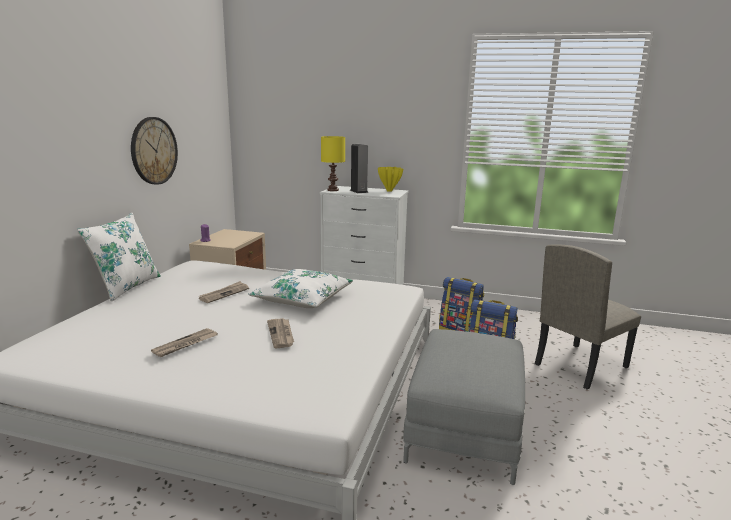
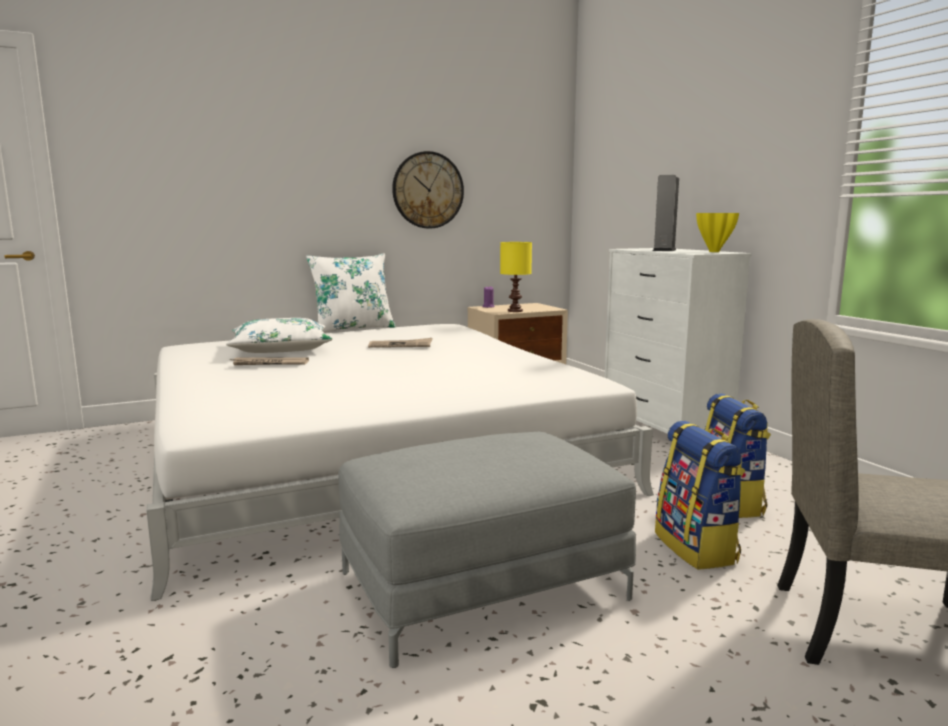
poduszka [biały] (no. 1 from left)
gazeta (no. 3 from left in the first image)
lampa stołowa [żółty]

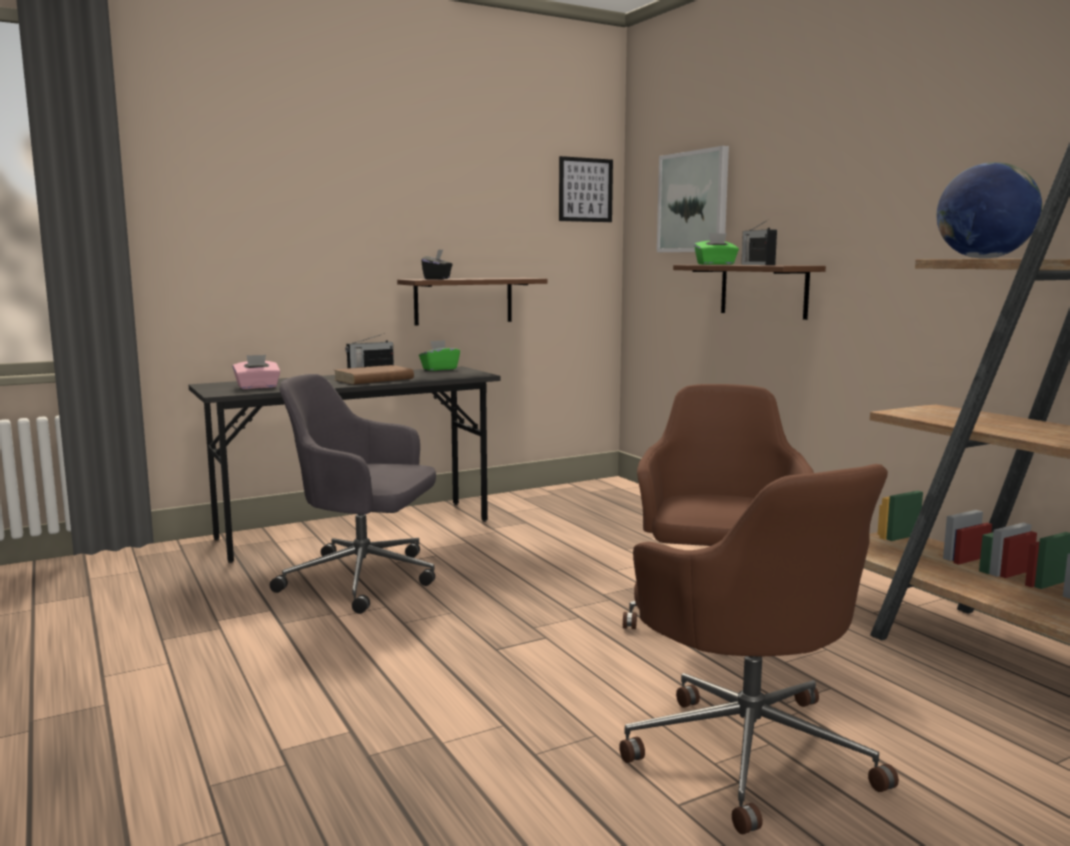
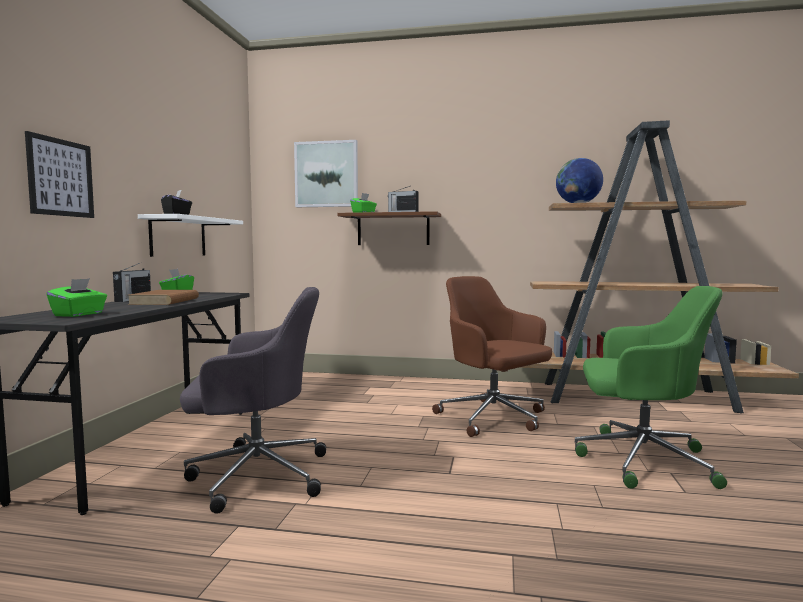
pudełko chusteczek [zielony] (no. 1 from left)
krzesło biurowe [szary]
półka [biały]
obraz (no. 1 from left)
krzesło biurowe [zielony]

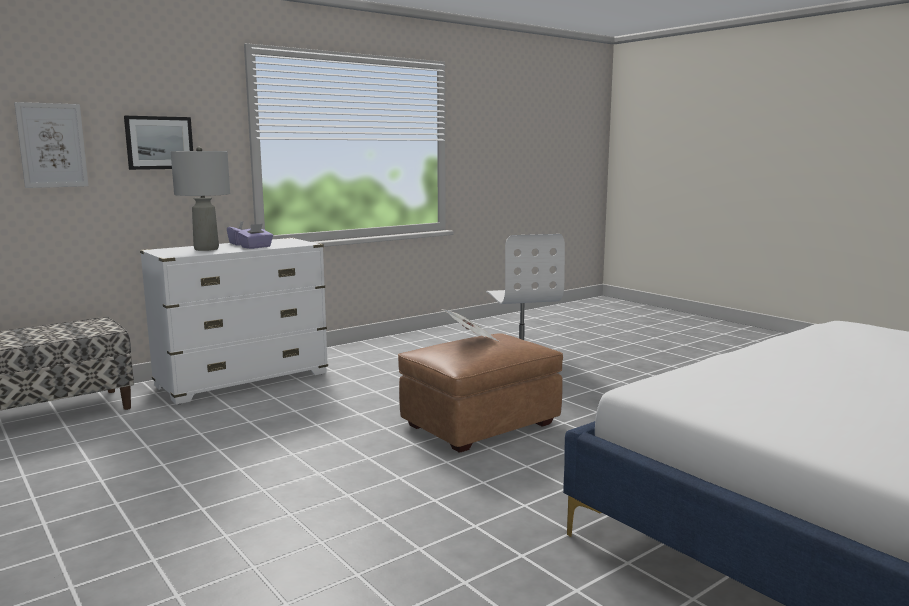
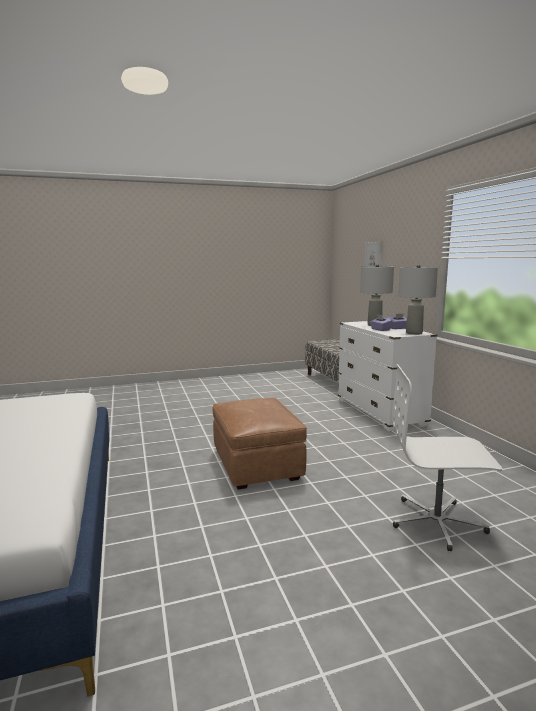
obraz (no. 2 from left in the first image)
gazeta
lampa stołowa [szary] (no. 2 from left)

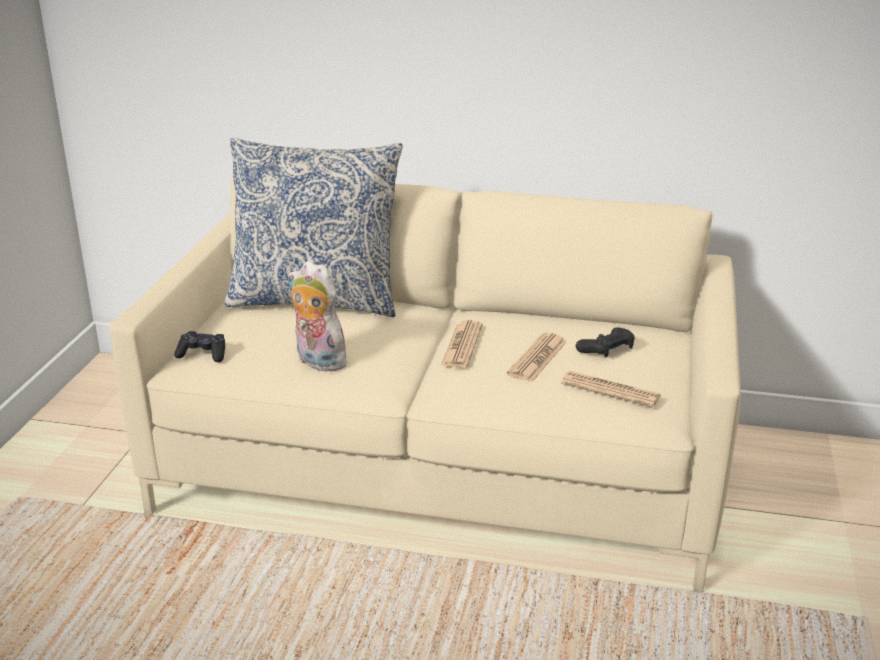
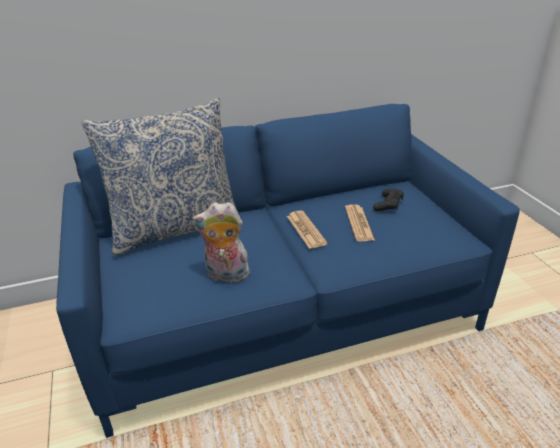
kanapa [niebieski]
pad do gier [czarny] (no. 1 from left in the first image)
gazeta (no. 3 from left in the first image)

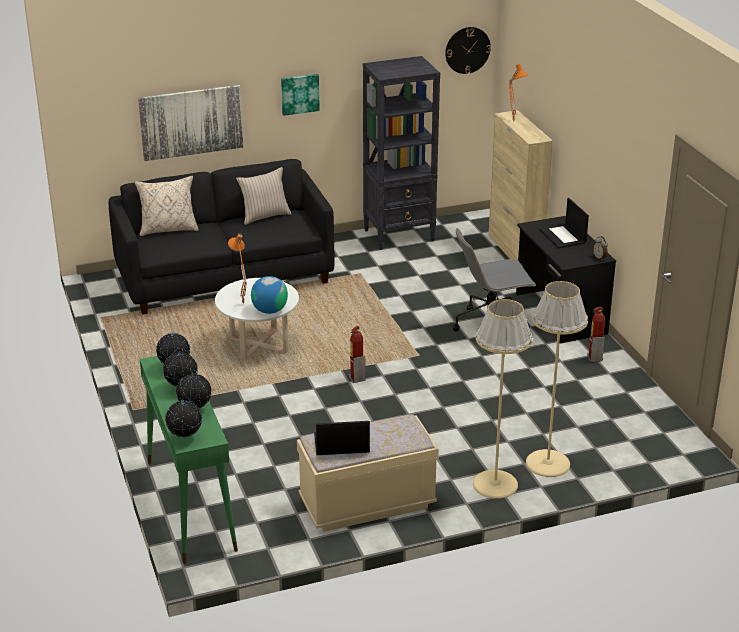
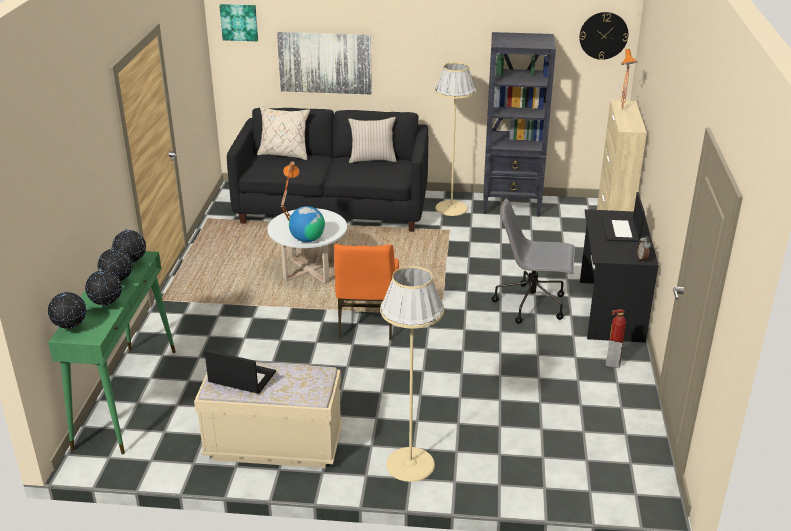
obraz (no. 1 from left)
krzesło [pomarańczowy]
lampa stojąca [beżowy] (no. 2 from left)

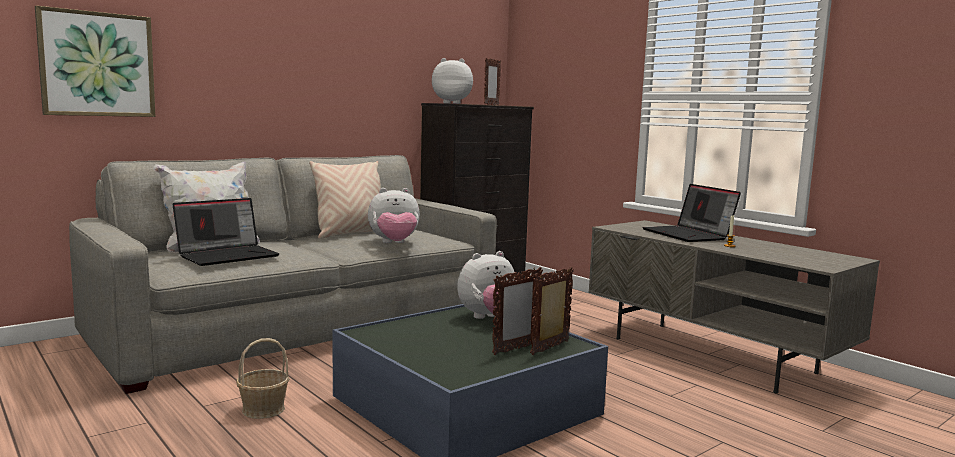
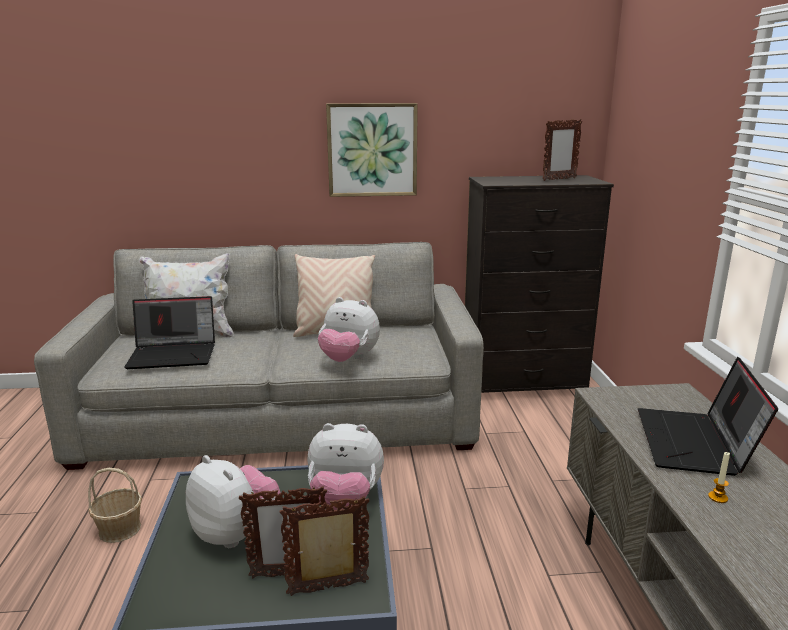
obraz
pluszak (no. 1 from left)

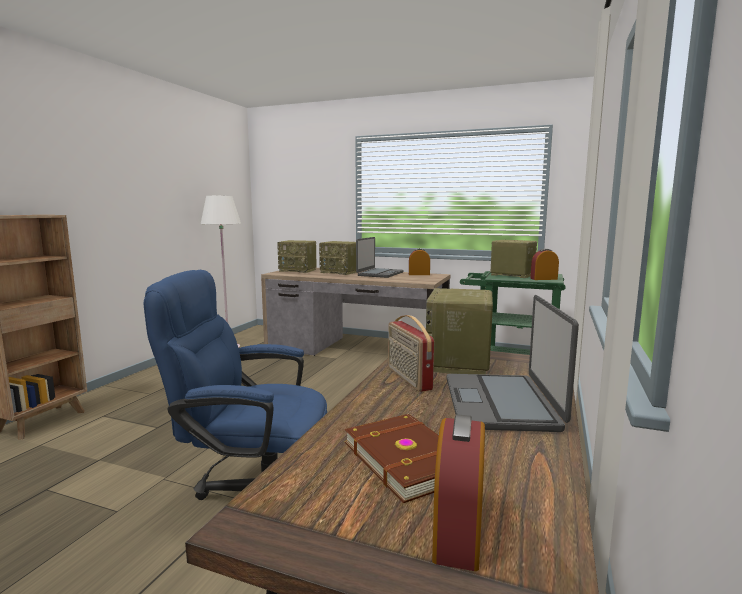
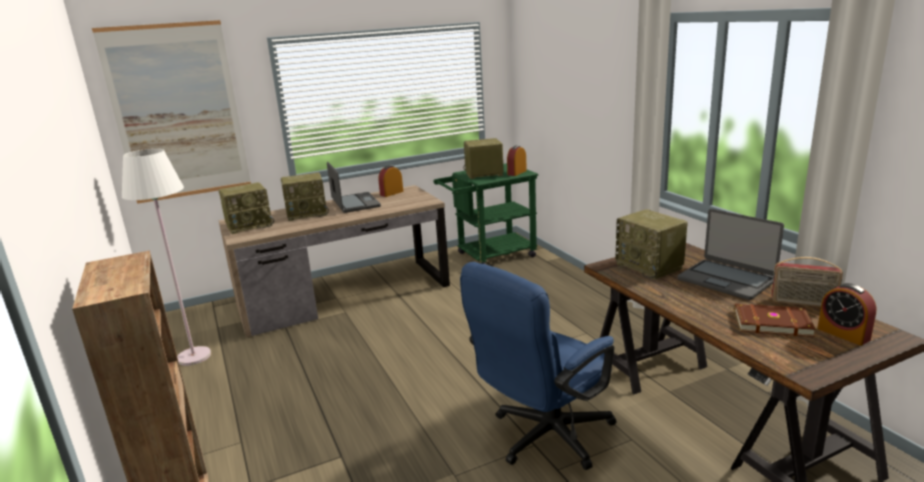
radio (no. 5 from left)
obraz

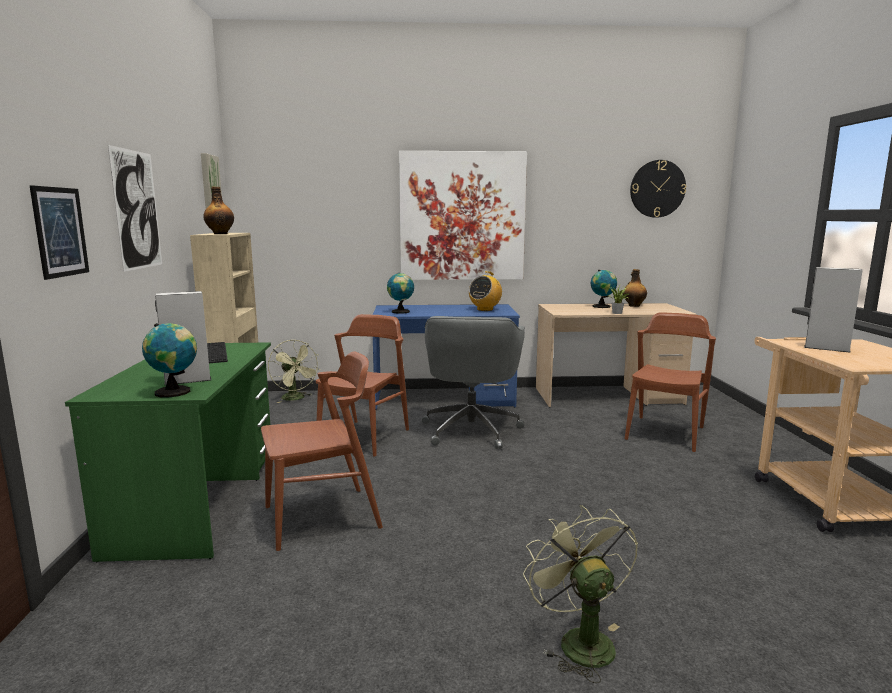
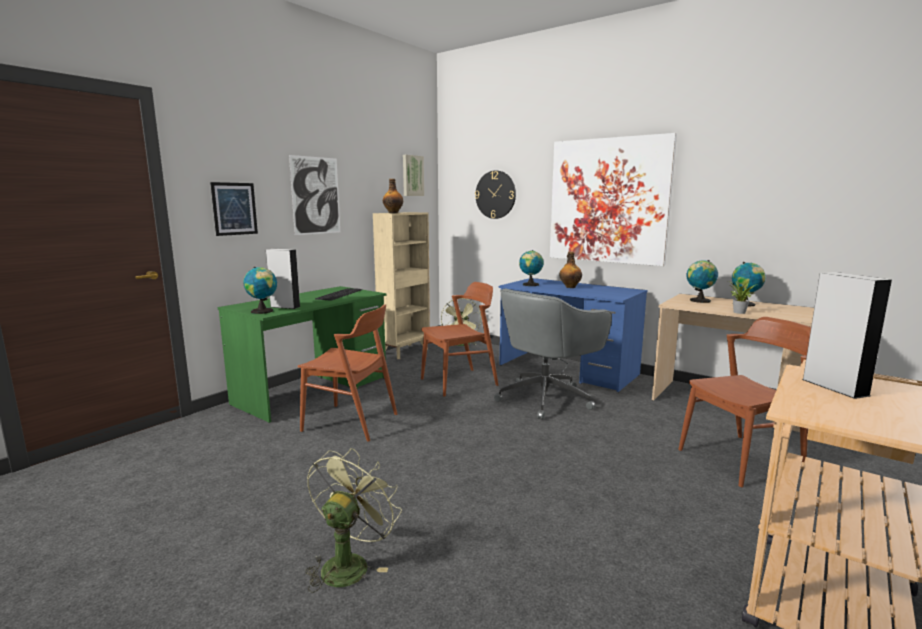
radio
butelka (no. 2 from left)
zegar ścienny
globus (no. 3 from left)

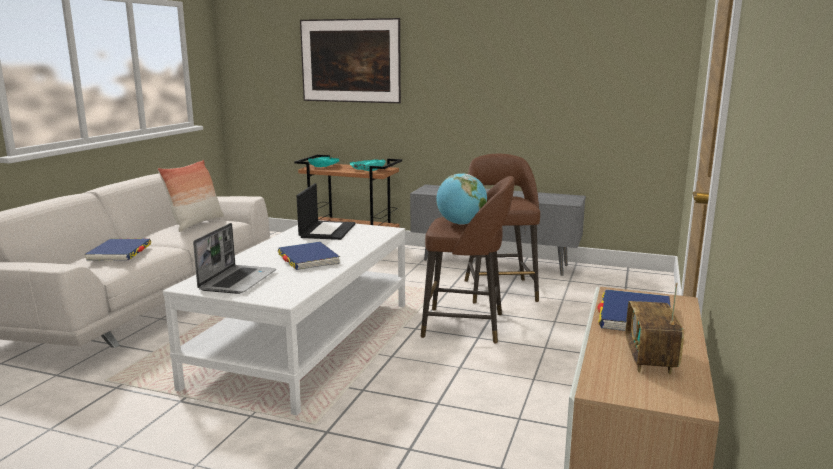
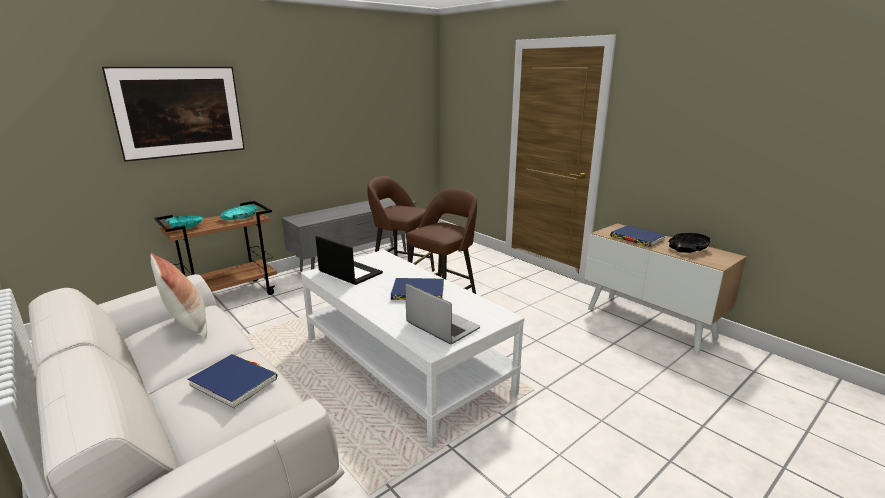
globus
miska [czarny]

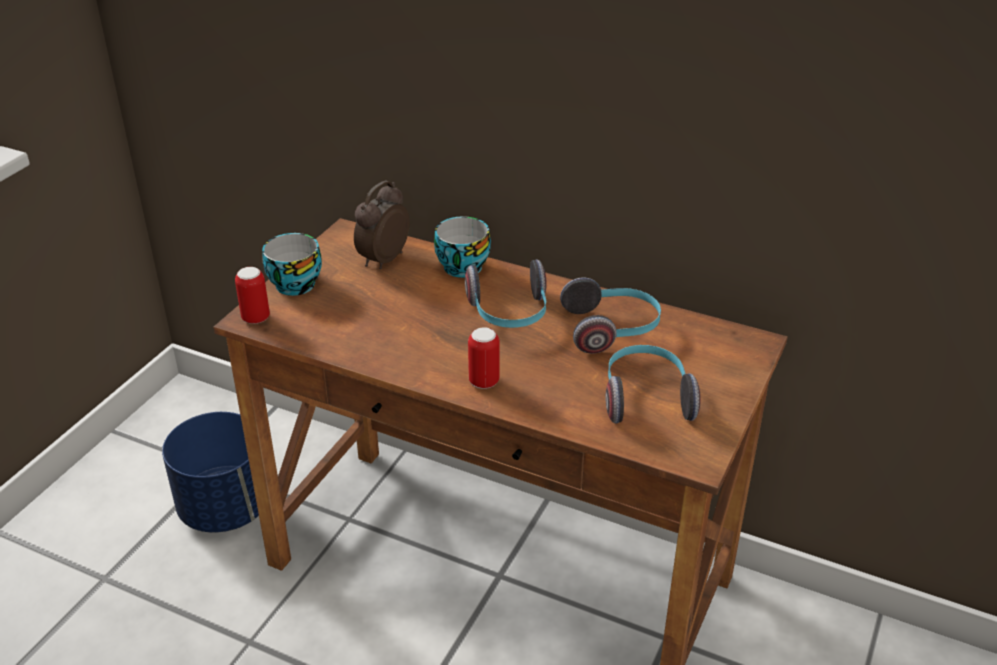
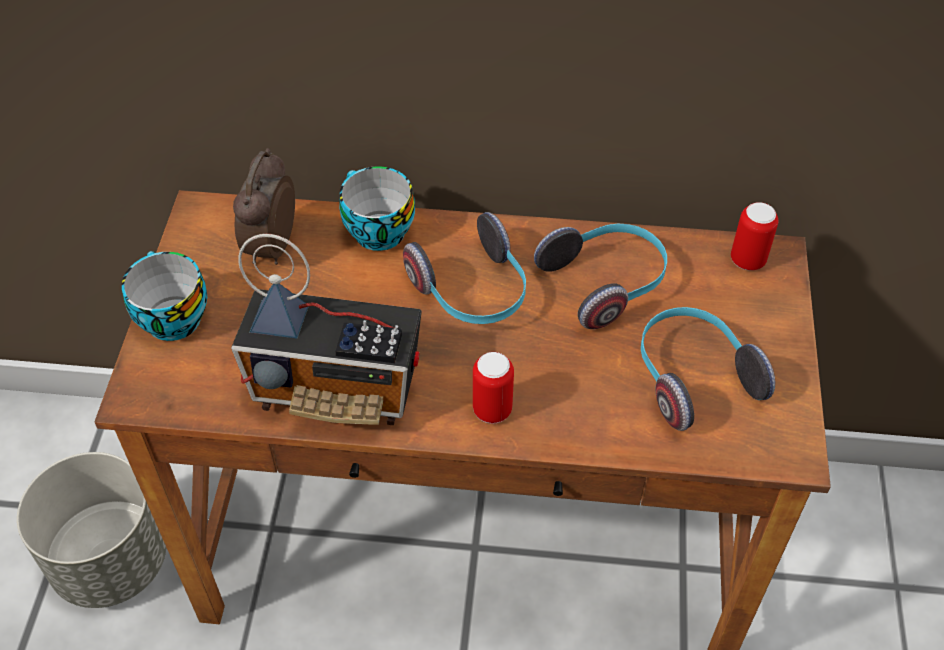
donica [szary]
puszka (no. 2 from left)
radio

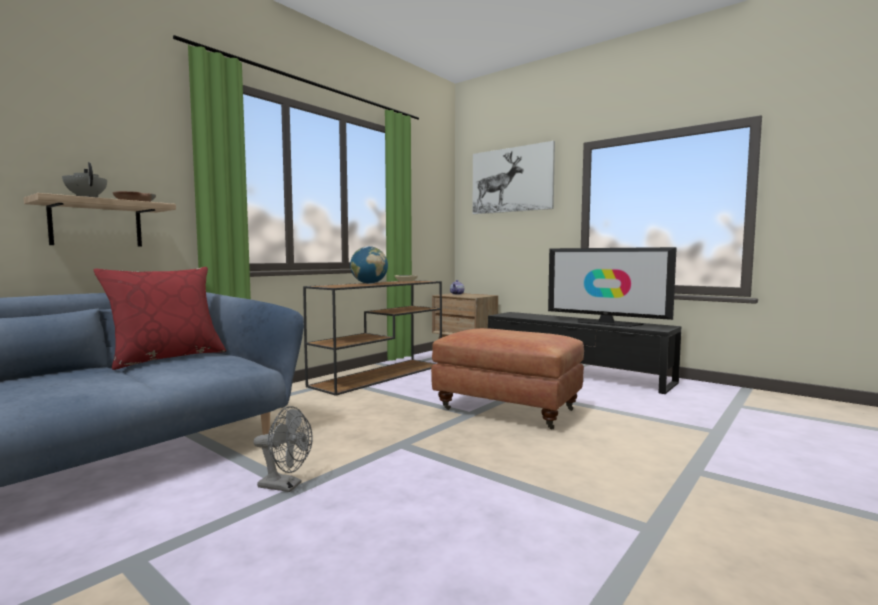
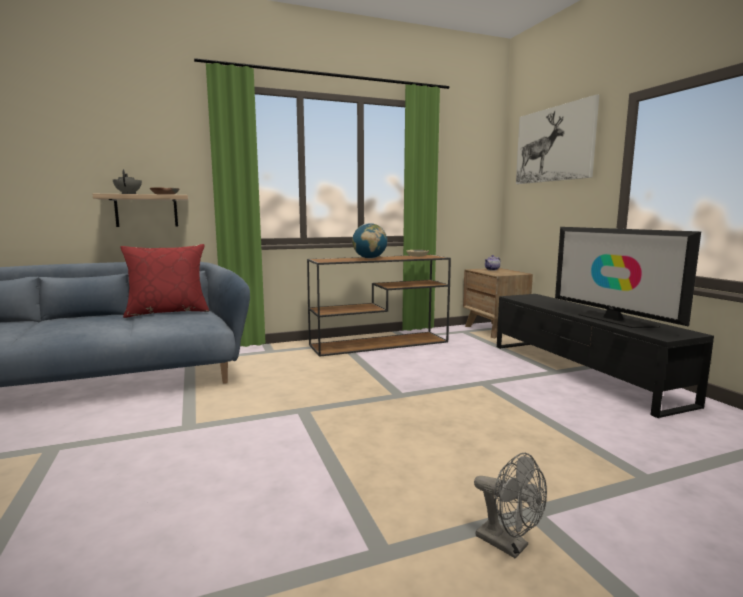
wentylator [szary]
pufa [brązowy]

